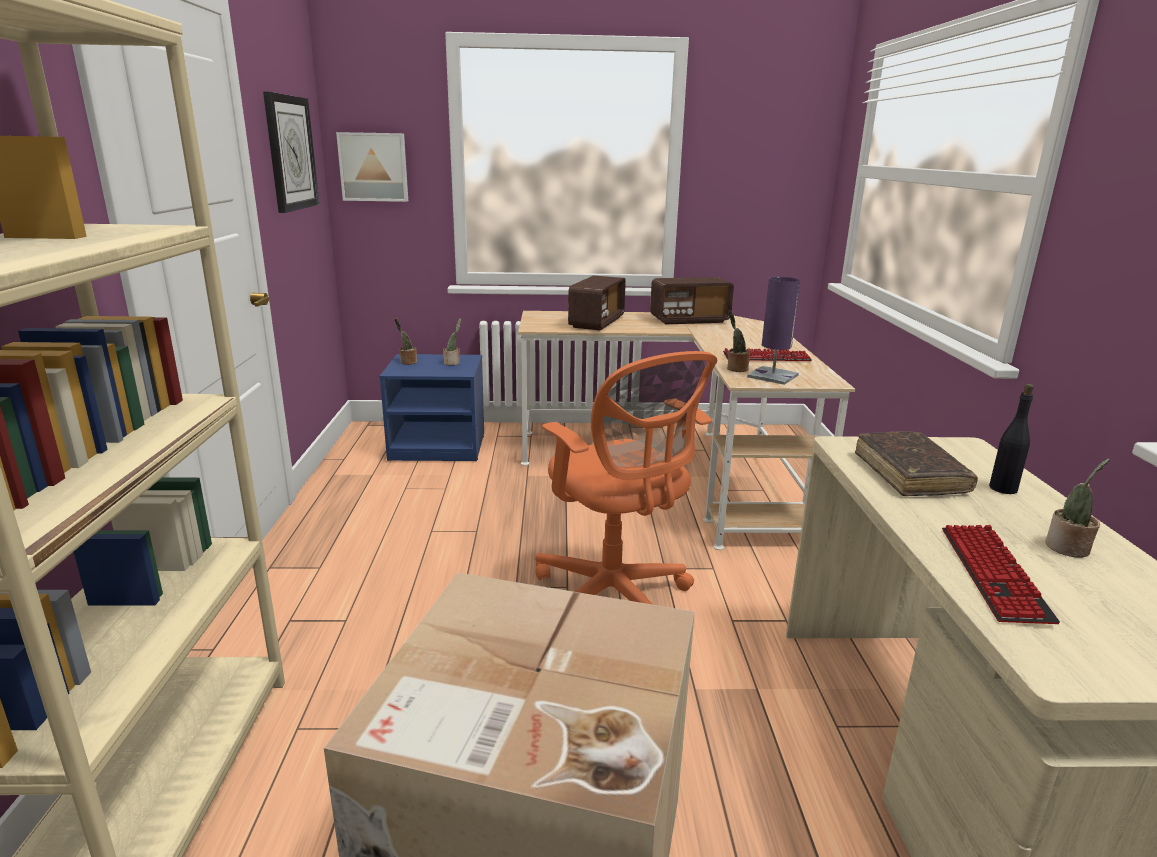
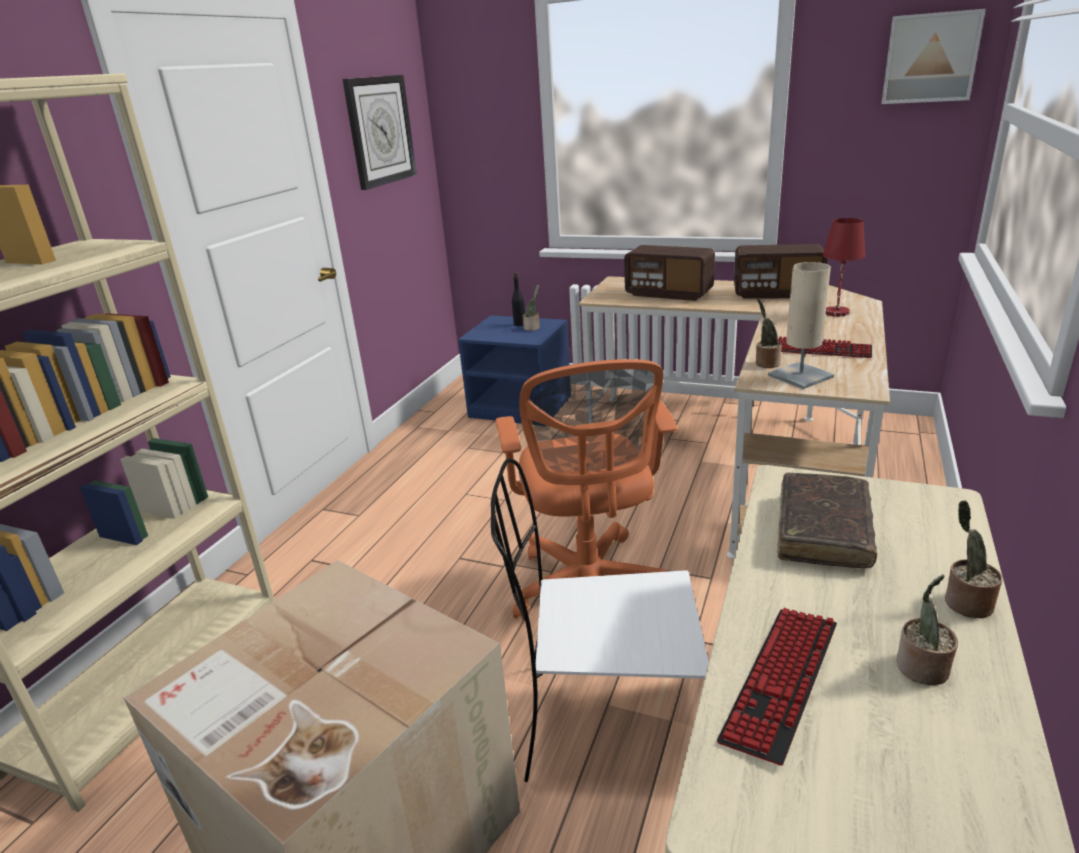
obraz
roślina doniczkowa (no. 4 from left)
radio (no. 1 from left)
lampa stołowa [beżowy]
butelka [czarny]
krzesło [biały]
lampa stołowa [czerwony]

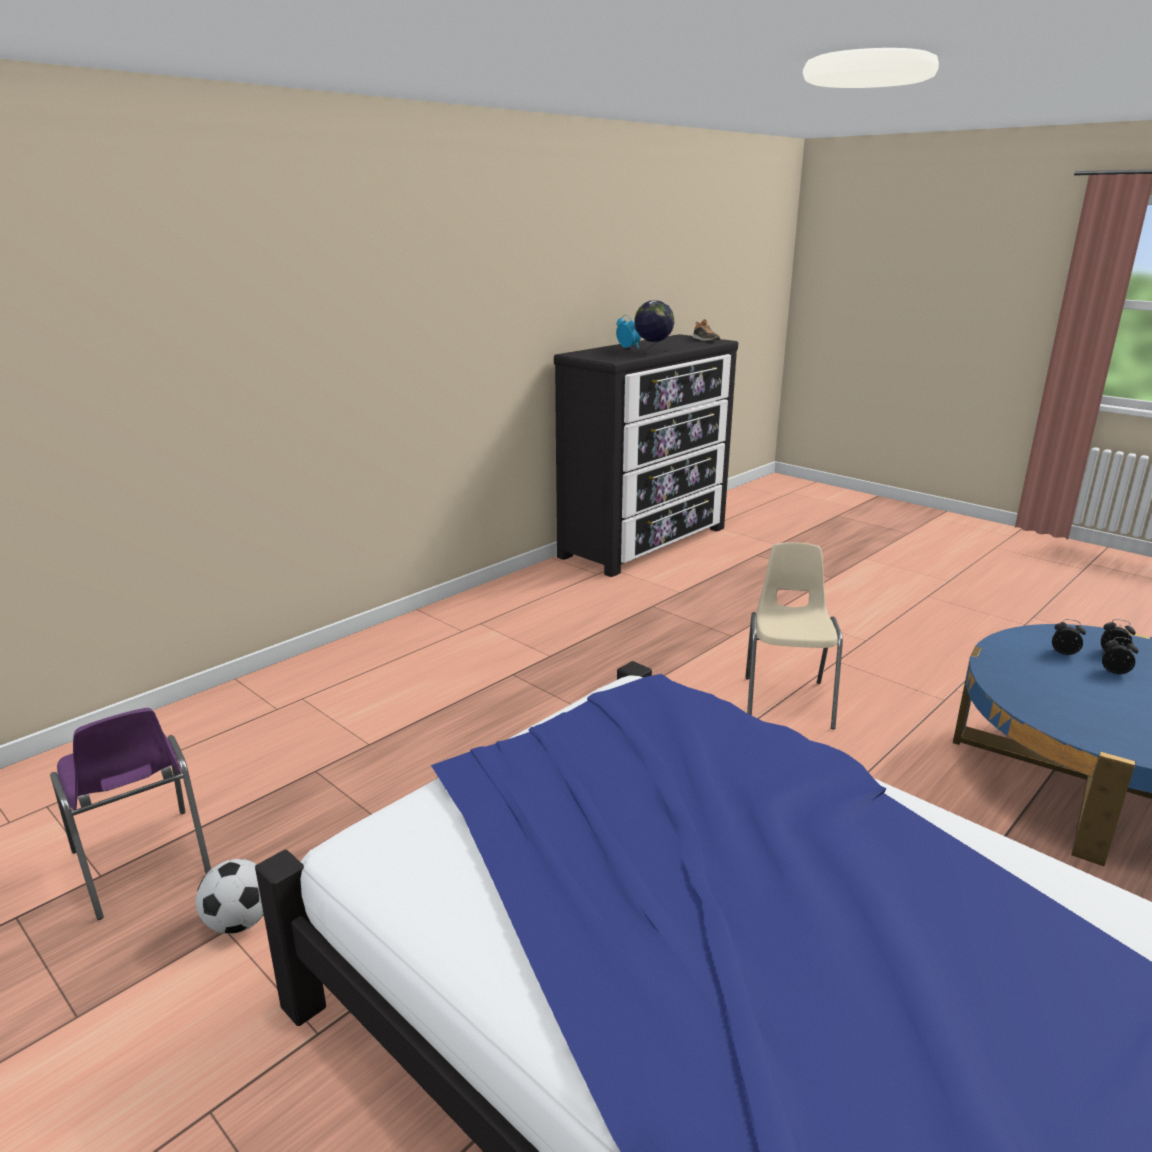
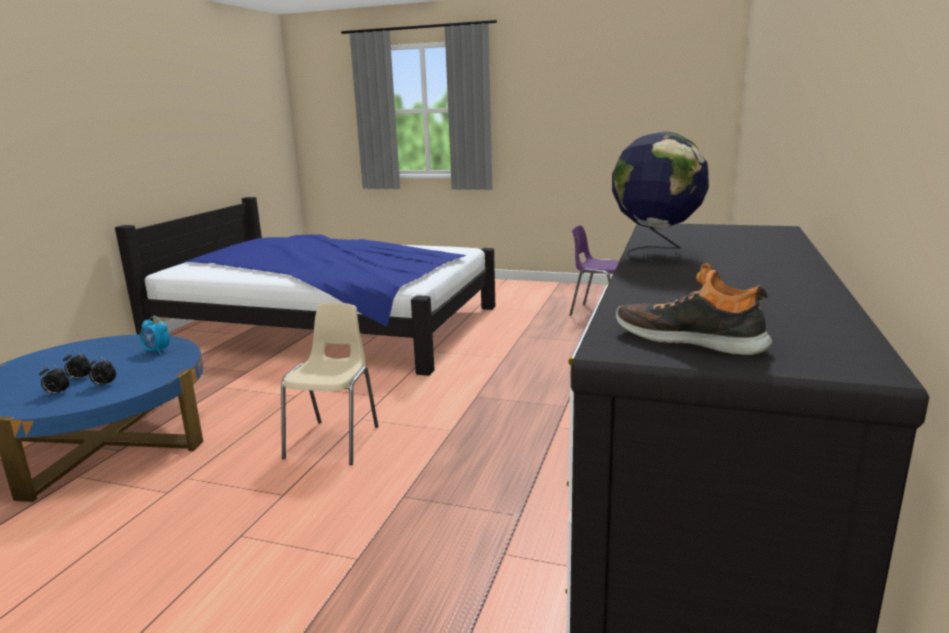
piłka futbolowa
budzik (no. 4 from left)
krzesło [beżowy]

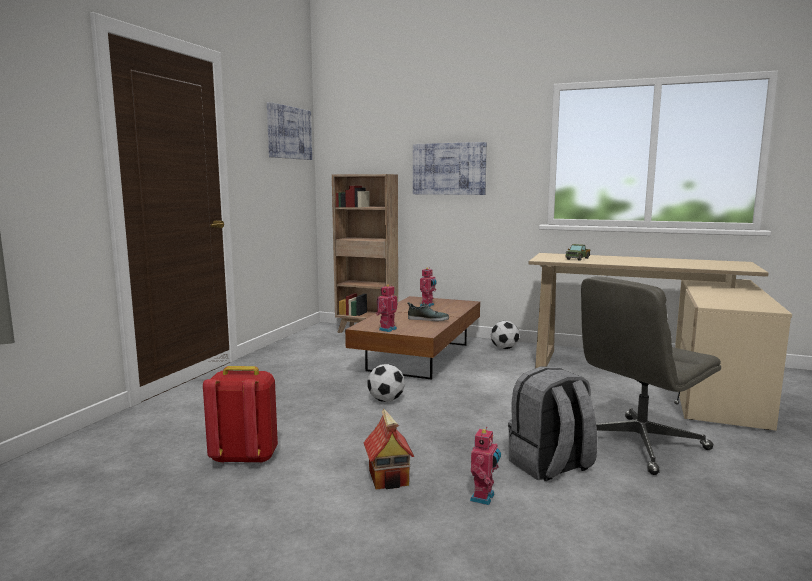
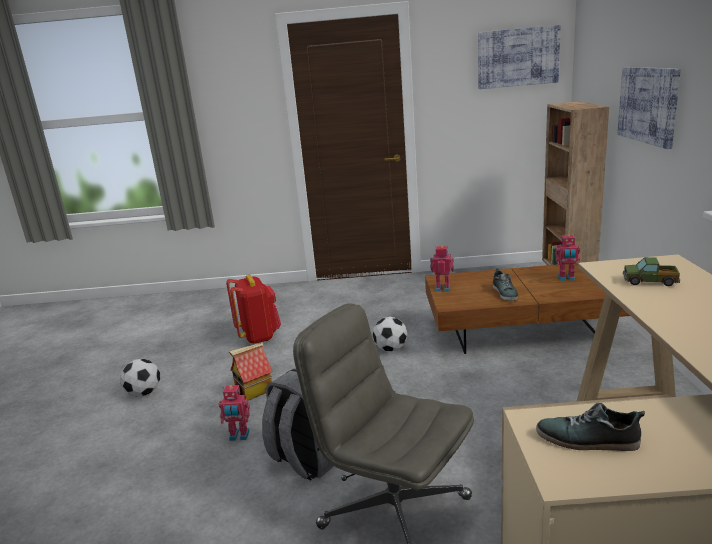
piłka futbolowa (no. 1 from left)
but (no. 2 from left)

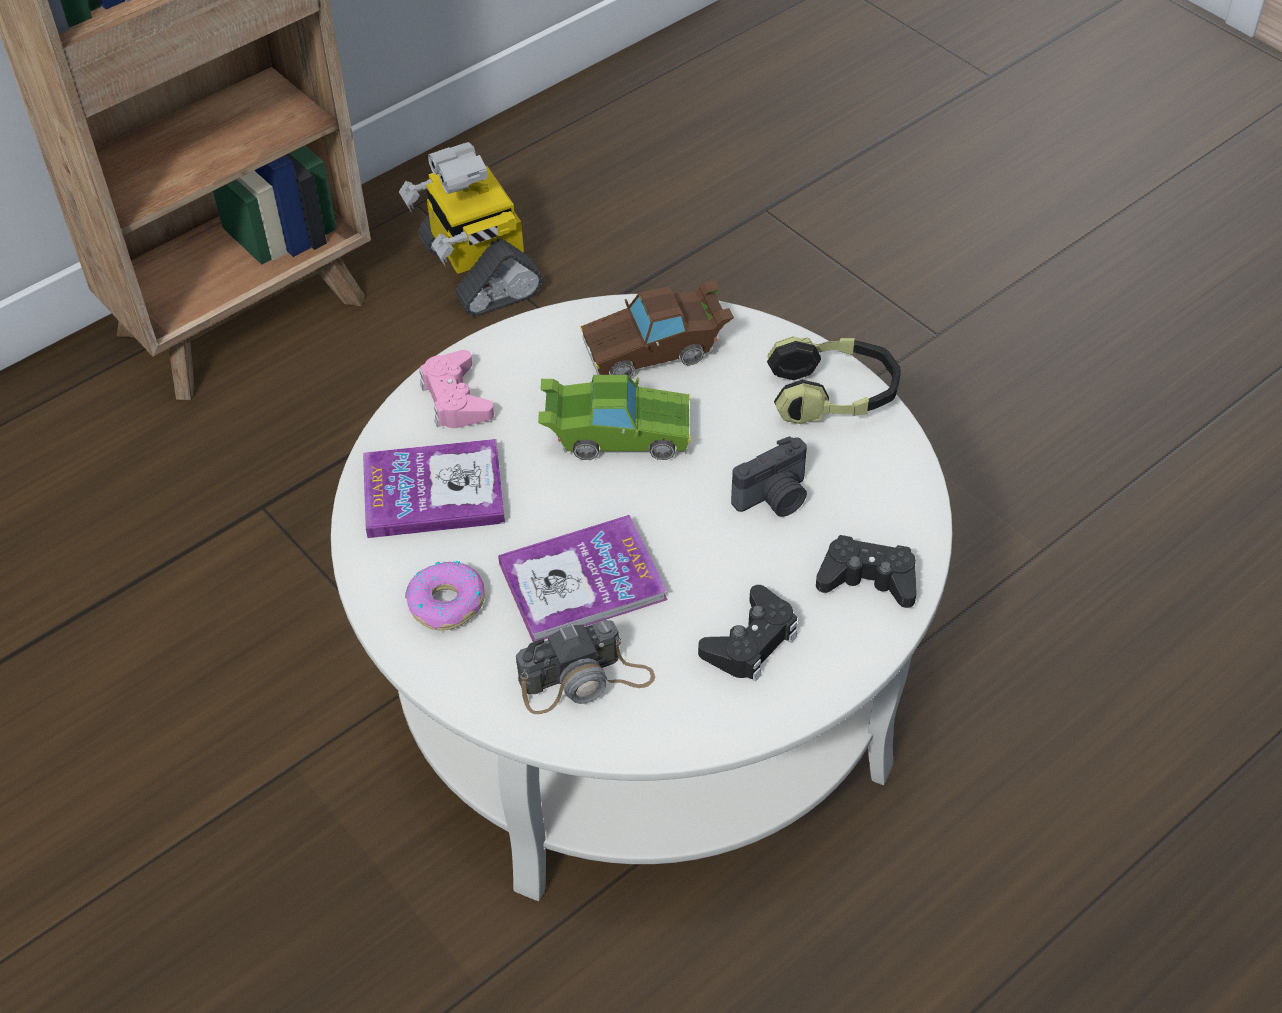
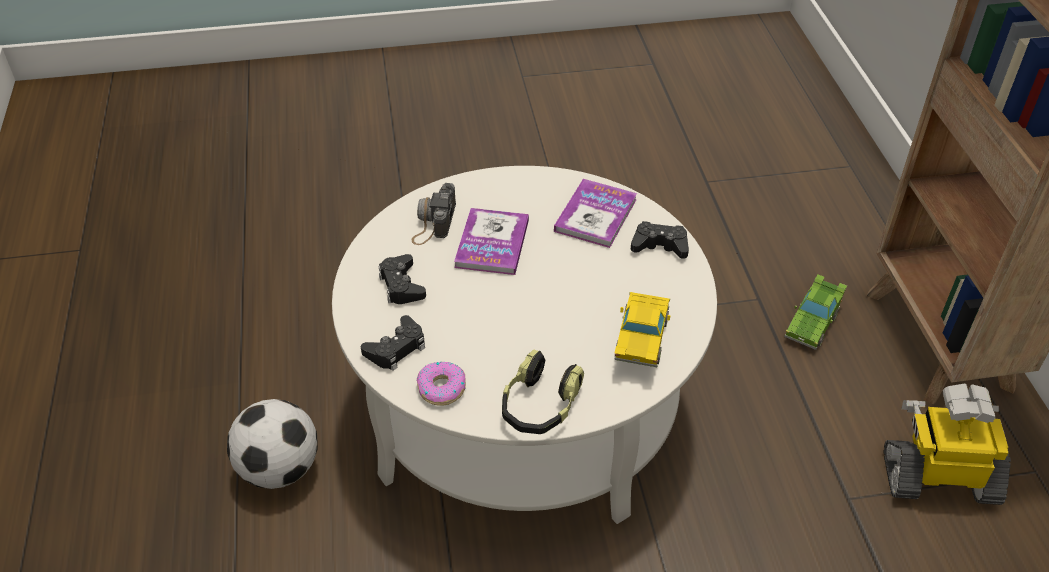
donut
pad do gier [czarny] (no. 3 from left)
samochodzik [zielony]
samochodzik [żółty]
aparat fotograficzny (no. 2 from left in the first image)
piłka futbolowa

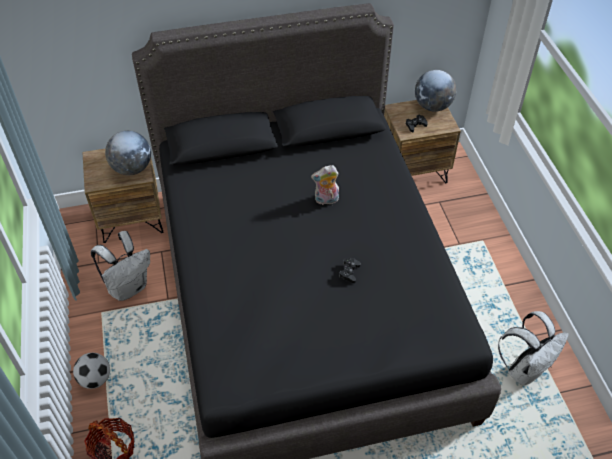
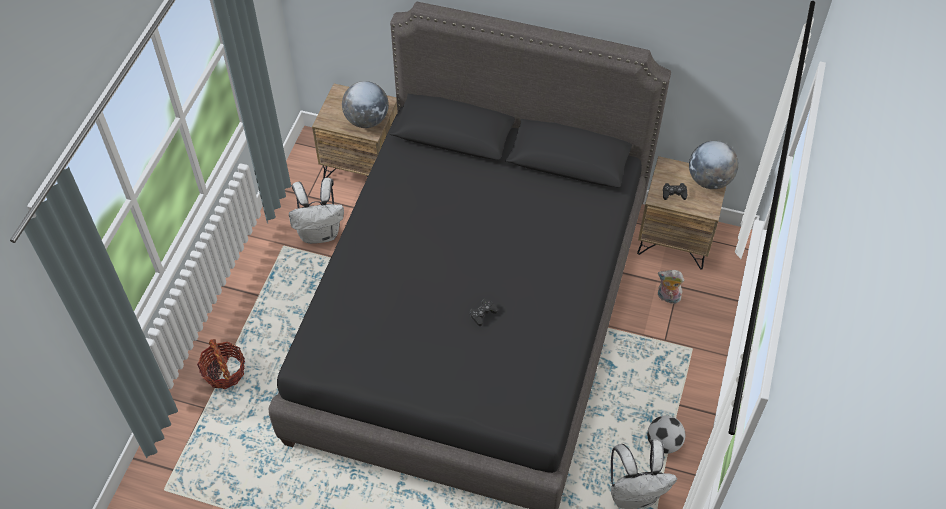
piłka futbolowa
pluszak

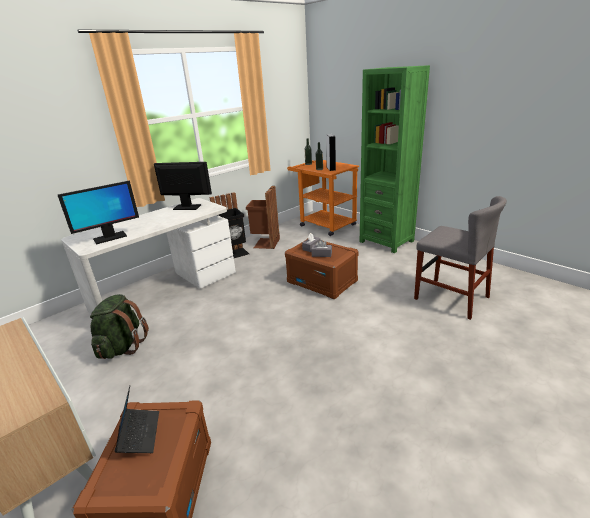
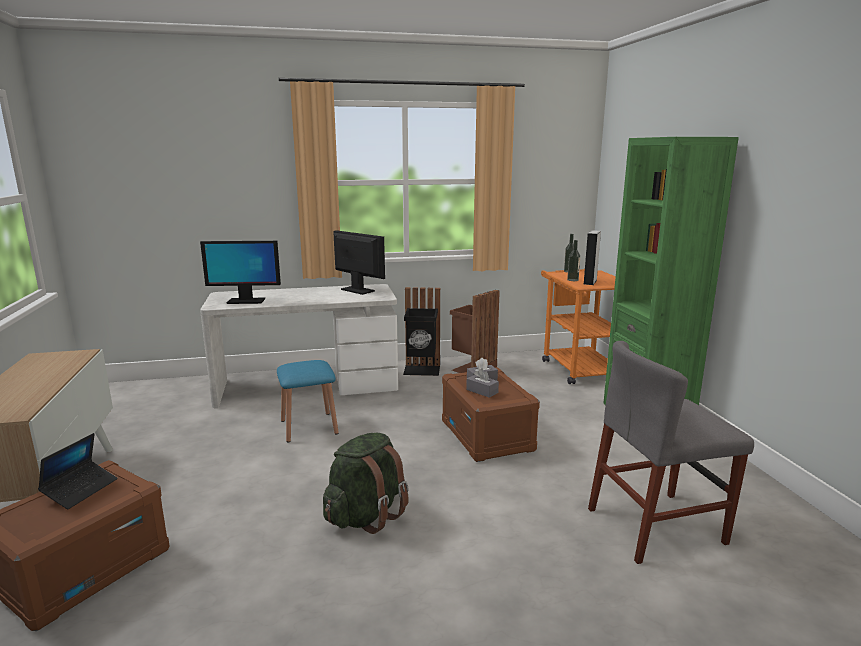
plecak [zielony]
krzesło [szary]
stołek [niebieski]

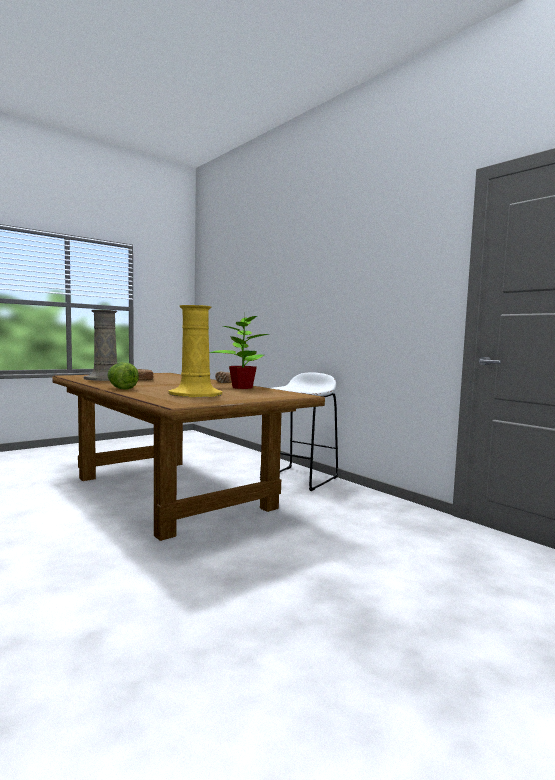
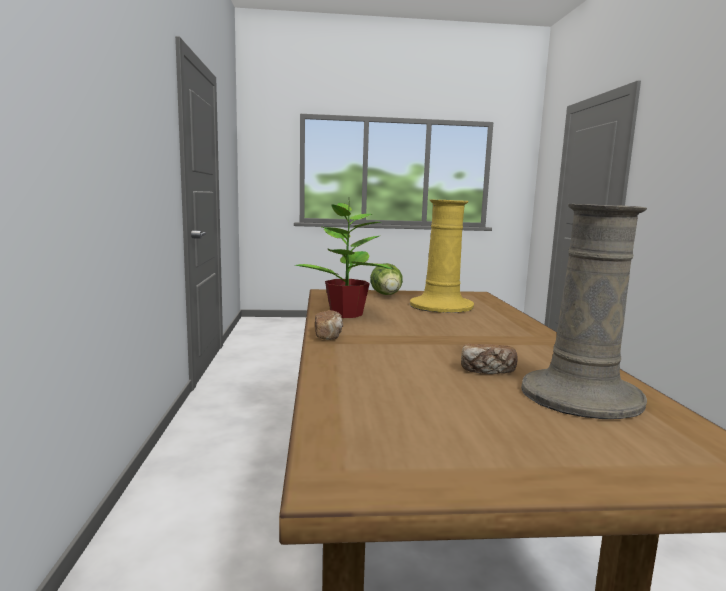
sałata
stołek [biały]

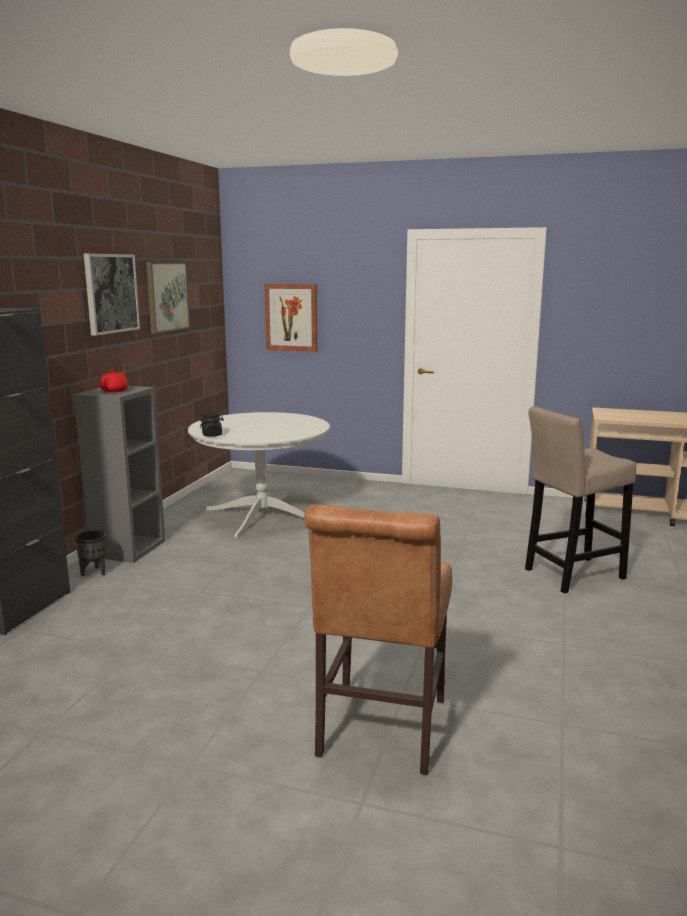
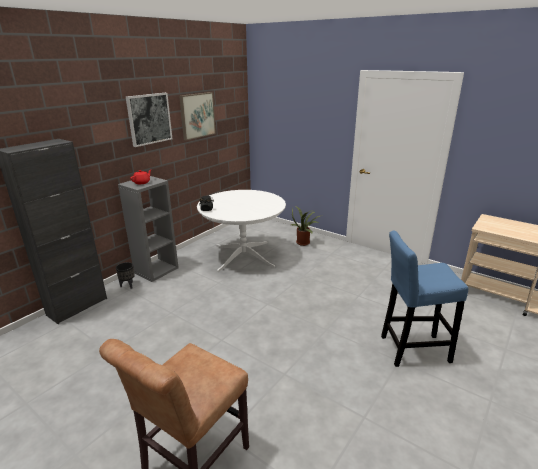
obraz (no. 3 from left in the first image)
stołek [niebieski]
roślina doniczkowa

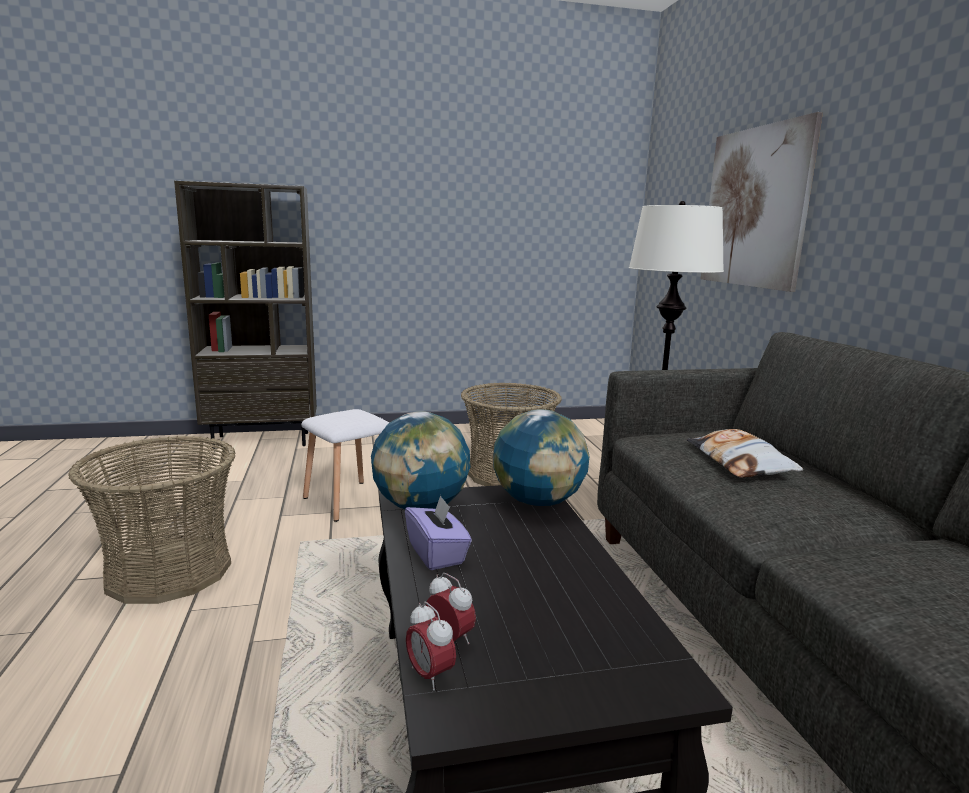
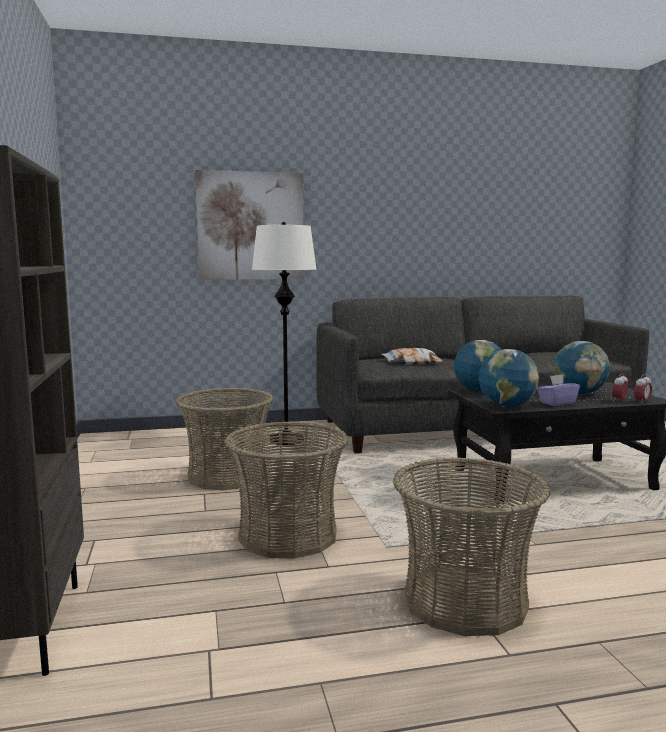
koszyk (no. 2 from left)
globus (no. 3 from left)

